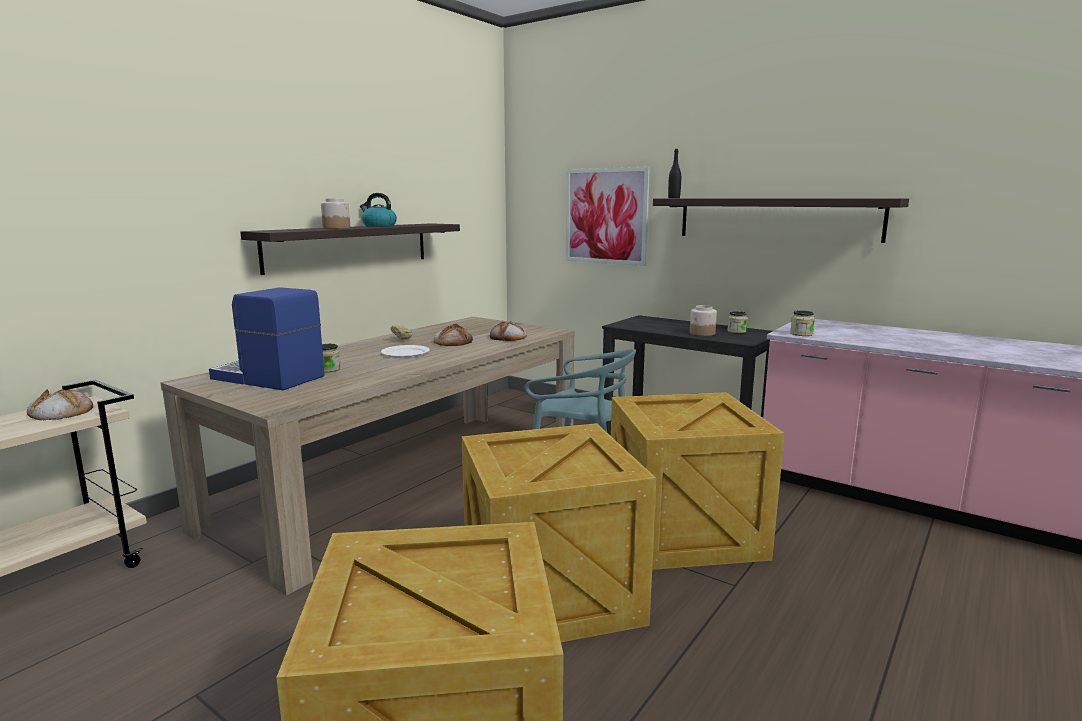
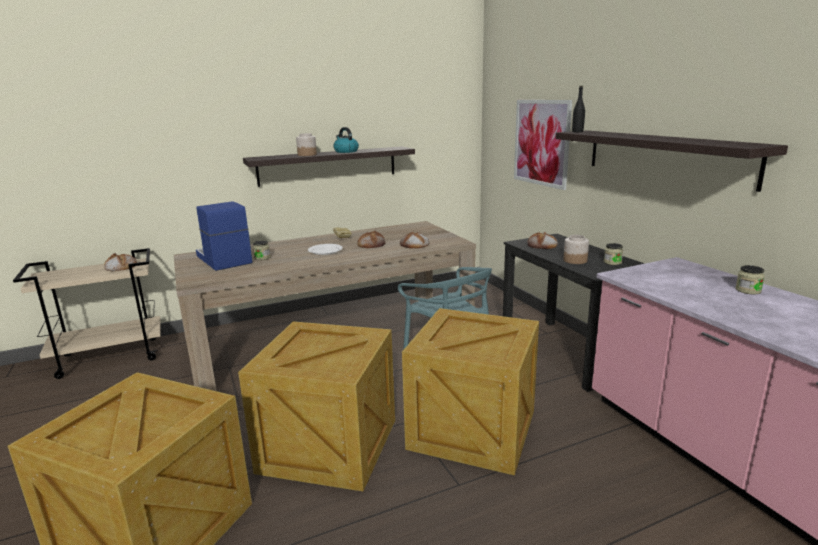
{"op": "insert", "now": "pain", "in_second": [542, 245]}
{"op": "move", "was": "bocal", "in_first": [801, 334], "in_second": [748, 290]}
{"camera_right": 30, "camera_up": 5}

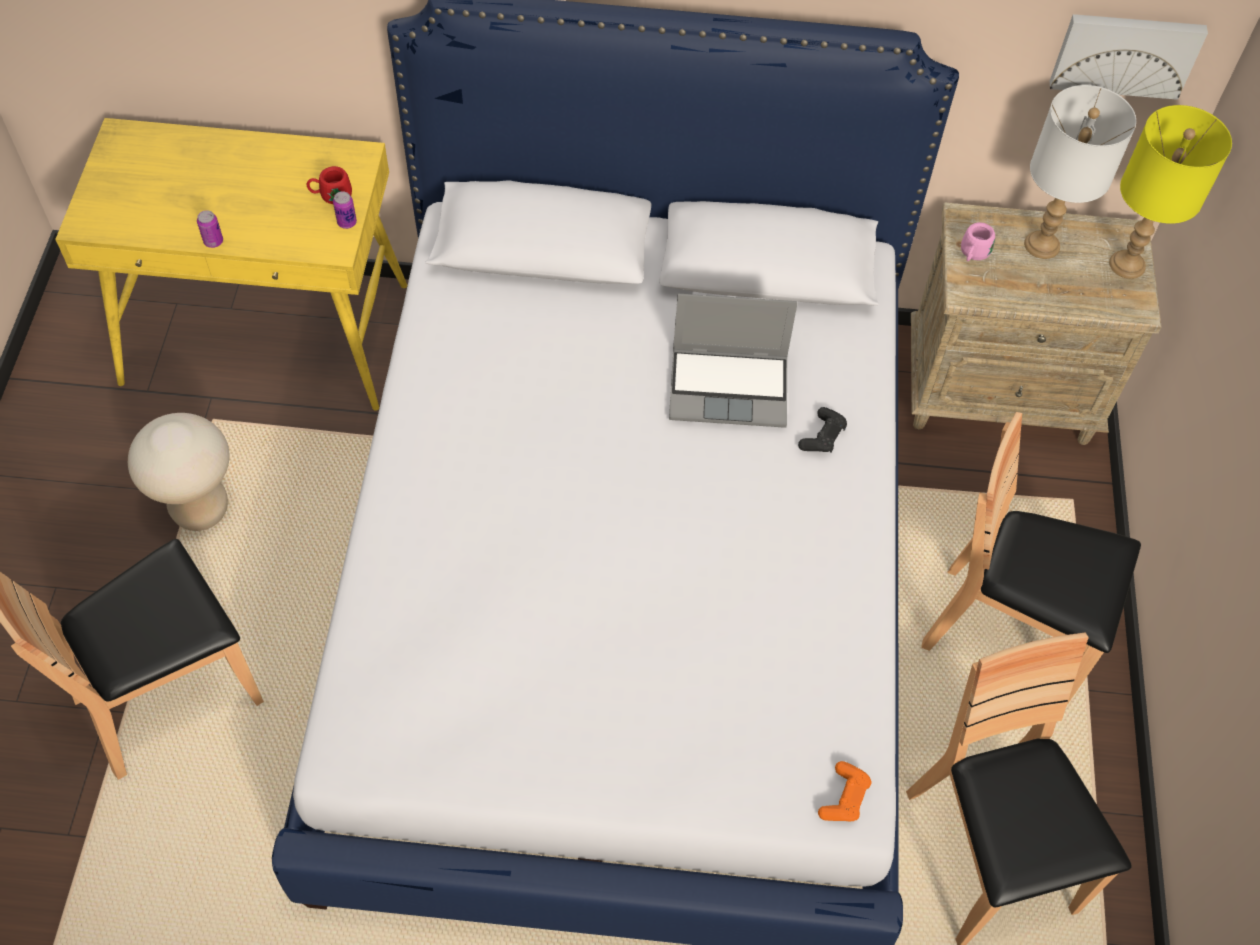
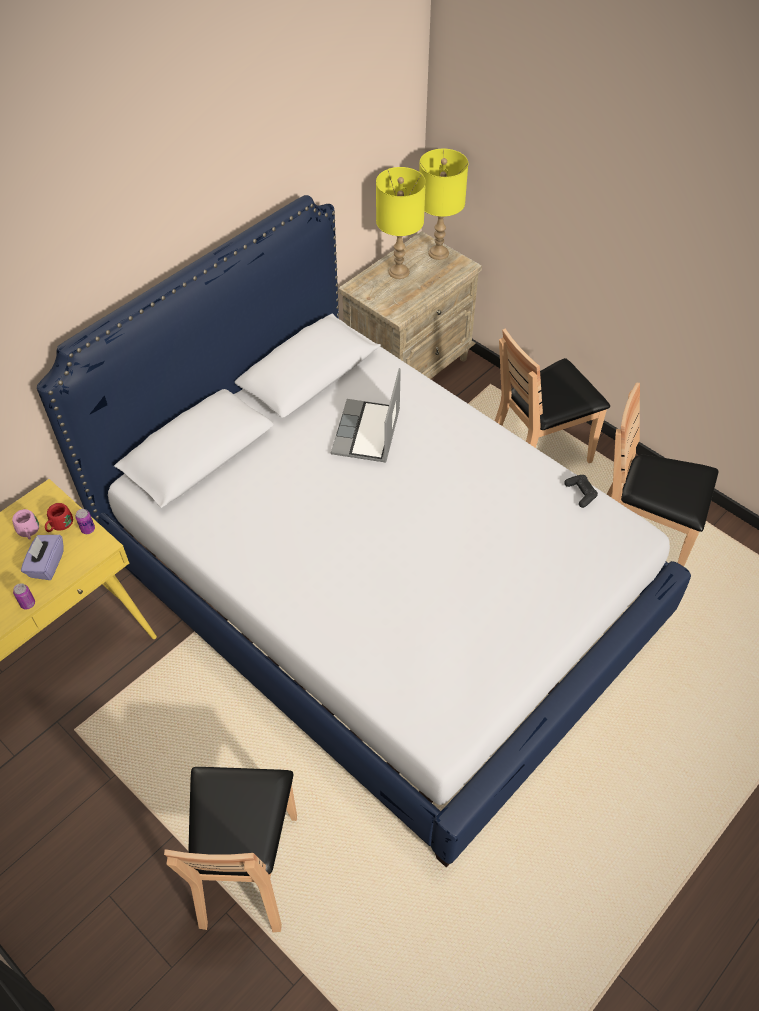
{"op": "move", "was": "mug [rose]", "in_first": [972, 254], "in_second": [29, 532]}
{"op": "insert", "now": "boîte à mouchoirs [violet]", "in_second": [46, 564]}
{"op": "rotate", "was": "ordinateur portable", "in_first": [730, 387], "in_second": [367, 433], "clockwise": 150}
{"op": "recolor", "was": "lampe de table [blanc]", "now": "lampe de table [jaune]", "in_first": [1041, 245], "in_second": [398, 272]}
{"op": "move", "was": "manette [noir]", "in_first": [822, 436], "in_second": [581, 493]}
{"op": "delete", "was": "tabouret [beige]", "in_first": [200, 510]}
{"op": "delete", "was": "manette [orange]", "in_first": [844, 797]}
{"op": "delete", "was": "tableau", "in_first": [1125, 53]}
{"camera_right": -50, "camera_up": -5}

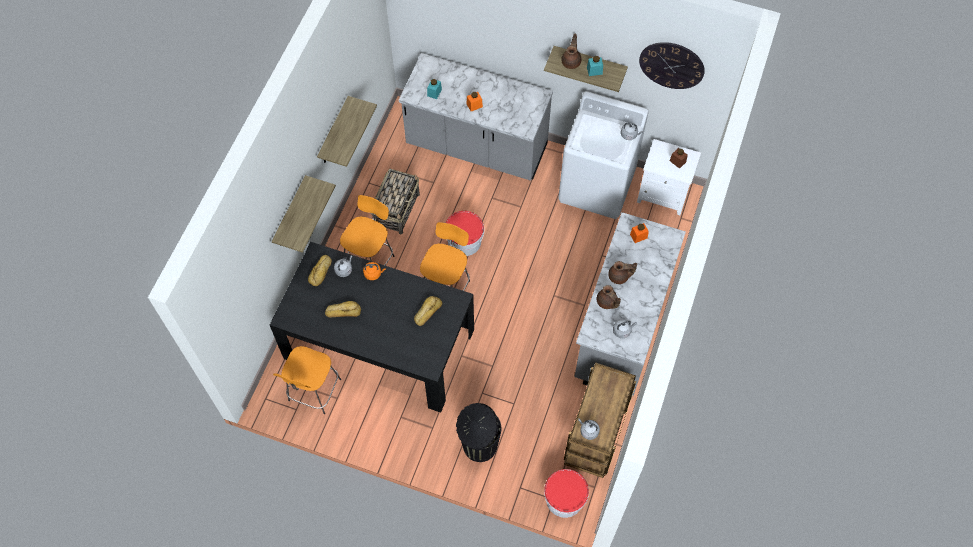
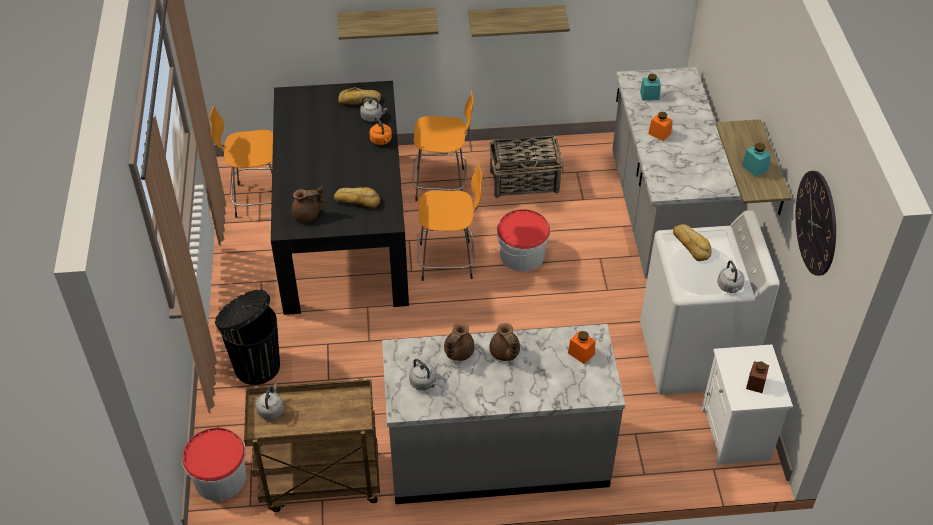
{"op": "move", "was": "théière [marron]", "in_first": [571, 61], "in_second": [307, 215]}
{"op": "move", "was": "pain", "in_first": [343, 311], "in_second": [691, 245]}
{"camera_right": 65, "camera_up": -15}

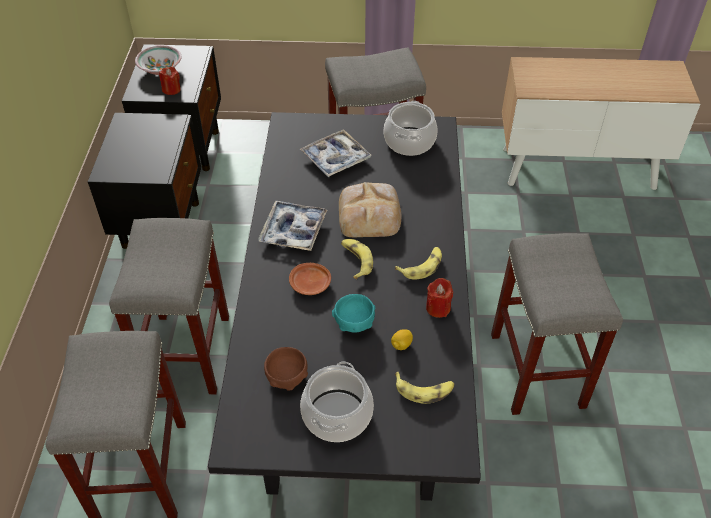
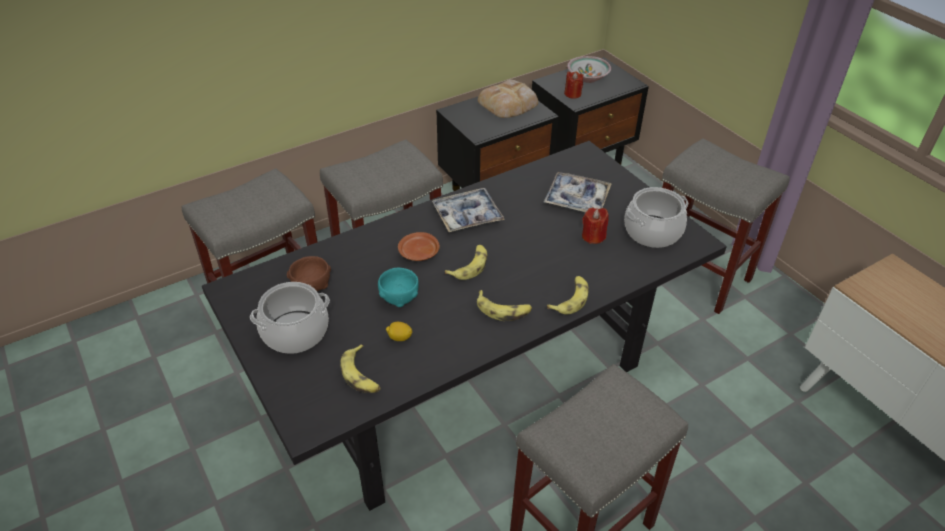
{"op": "move", "was": "pain", "in_first": [370, 214], "in_second": [509, 103]}
{"op": "insert", "now": "banane", "in_second": [570, 299]}
{"op": "move", "was": "bougie [rouge]", "in_first": [438, 308], "in_second": [593, 236]}
{"camera_right": 55, "camera_up": -5}

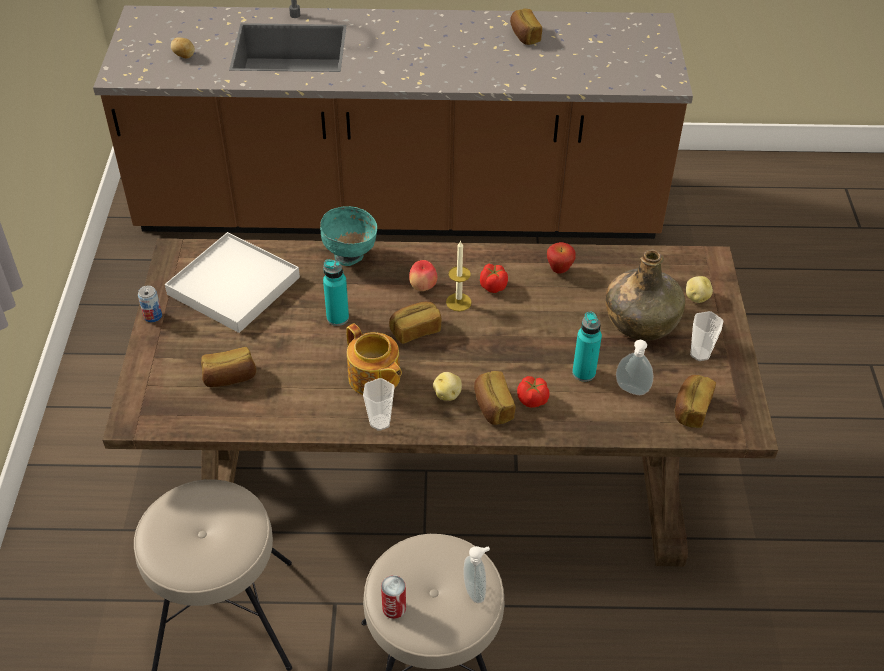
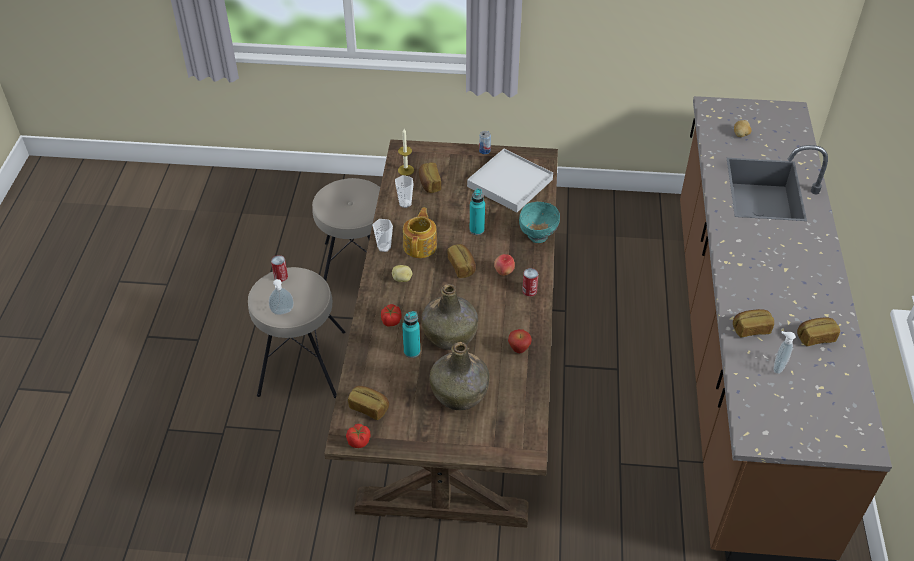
{"op": "move", "was": "tomate", "in_first": [493, 286], "in_second": [359, 441]}
{"op": "move", "was": "tasse", "in_first": [700, 354], "in_second": [405, 203]}
{"op": "move", "was": "bougie", "in_first": [458, 302], "in_second": [406, 170]}
{"op": "rotate", "was": "théière", "in_first": [374, 378], "in_second": [420, 246], "clockwise": 135}
{"op": "insert", "now": "bouteille [vert]", "in_second": [450, 334]}
{"op": "insert", "now": "boîte métallique", "in_second": [529, 291]}
{"op": "move", "was": "pain", "in_first": [492, 407], "in_second": [751, 328]}
{"op": "move", "was": "distributeur de savon", "in_first": [631, 391], "in_second": [777, 366]}
{"op": "delete", "was": "pomme de terre", "in_first": [696, 297]}
{"camera_right": 95, "camera_up": 0}

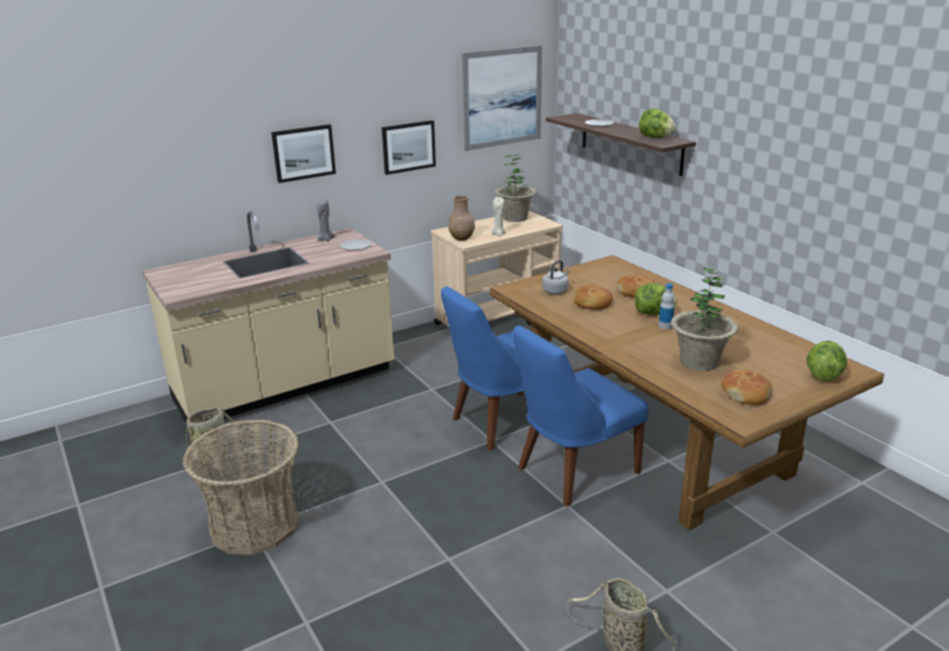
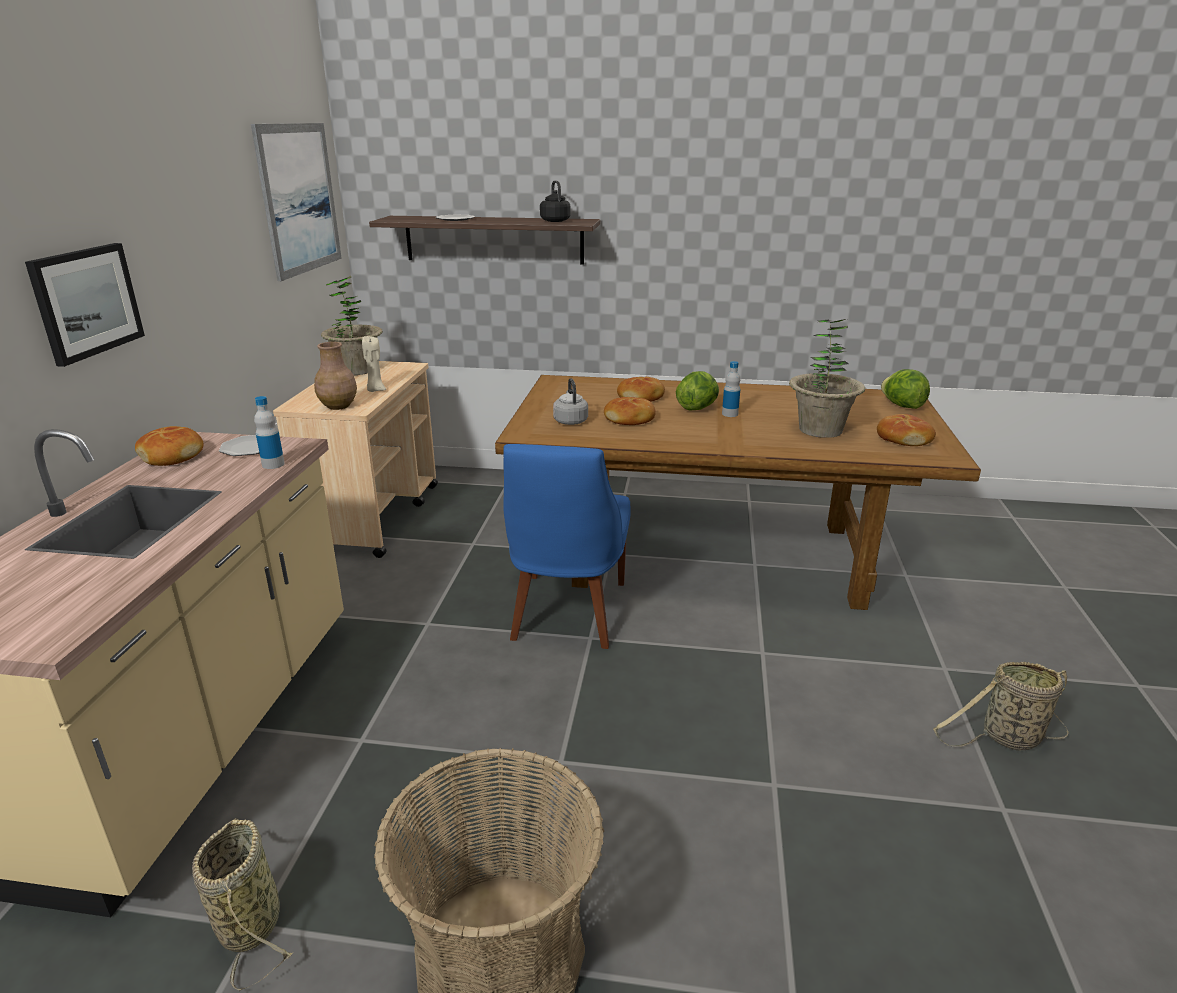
{"op": "replace", "was": "bougie [gris]", "now": "pain", "in_first": [325, 239], "in_second": [172, 456]}
{"op": "insert", "now": "bouteille", "in_second": [273, 464]}
{"op": "replace", "was": "laitue", "now": "bouilloire [noir]", "in_first": [655, 138], "in_second": [554, 220]}
{"op": "delete", "was": "tableau", "in_first": [408, 147]}
{"op": "delete", "was": "chaise [bleu]", "in_first": [573, 471]}
{"camera_right": -50, "camera_up": 0}

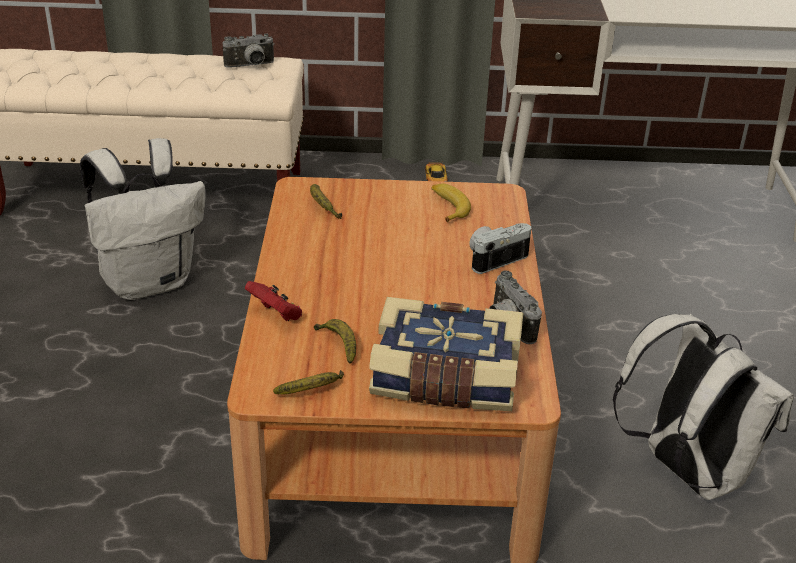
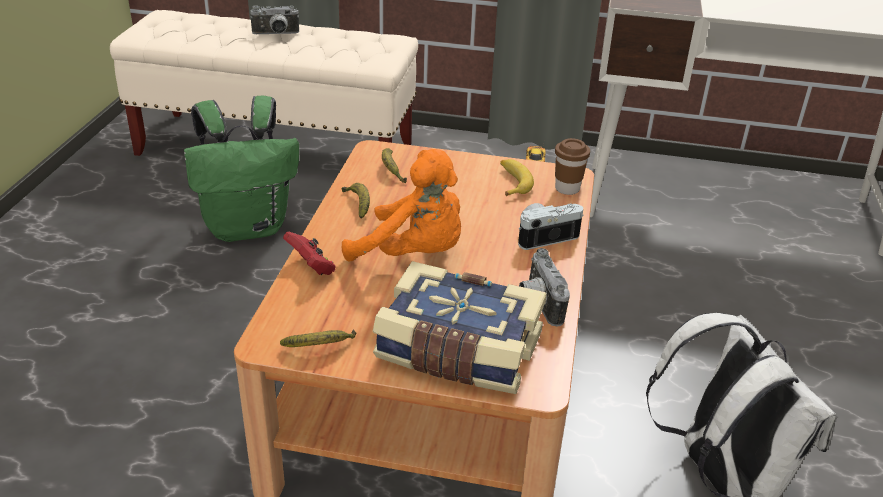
{"op": "recolor", "was": "sac à dos [blanc]", "now": "sac à dos [vert]", "in_first": [150, 281], "in_second": [248, 227]}
{"op": "move", "was": "appareil photo", "in_first": [250, 66], "in_second": [276, 34]}
{"op": "insert", "now": "peluche [orange]", "in_second": [413, 254]}
{"op": "move", "was": "banane", "in_first": [339, 345], "in_second": [358, 205]}
{"op": "insert", "now": "tasse [marron]", "in_second": [567, 189]}
{"camera_right": 10, "camera_up": 0}

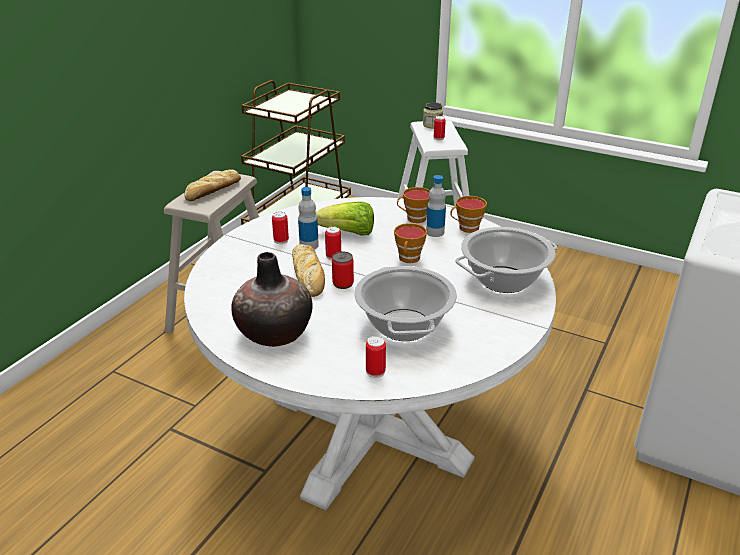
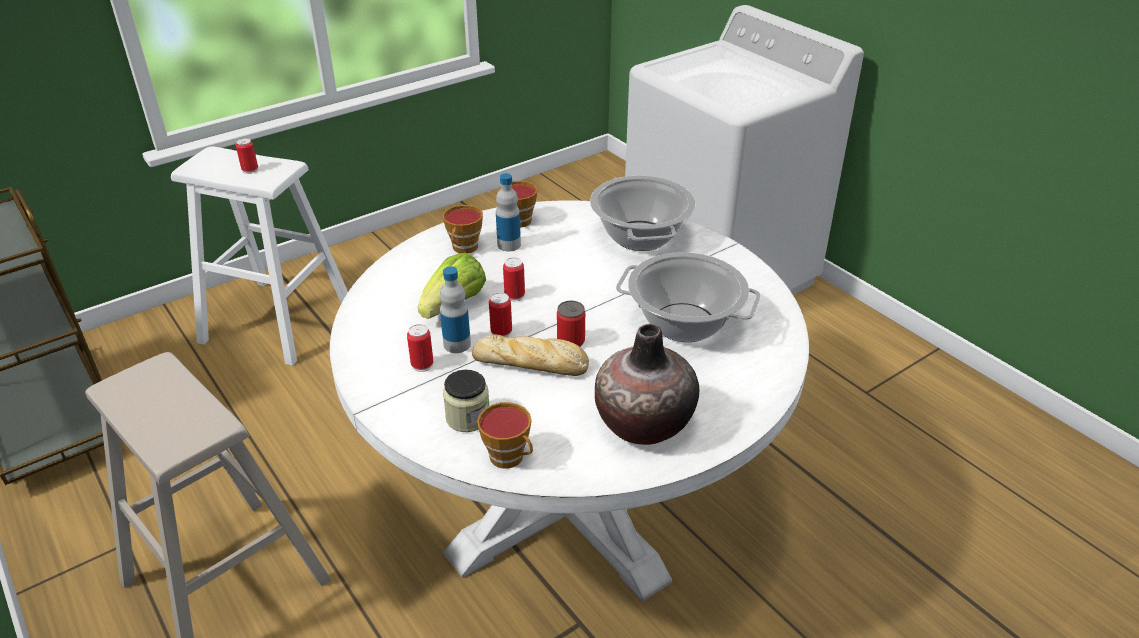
{"op": "move", "was": "bocal", "in_first": [432, 125], "in_second": [468, 417]}
{"op": "move", "was": "tasse", "in_first": [409, 259], "in_second": [510, 458]}
{"op": "move", "was": "boîte métallique", "in_first": [375, 371], "in_second": [514, 295]}
{"op": "delete", "was": "pain", "in_first": [212, 191]}
{"camera_right": -65, "camera_up": 5}

